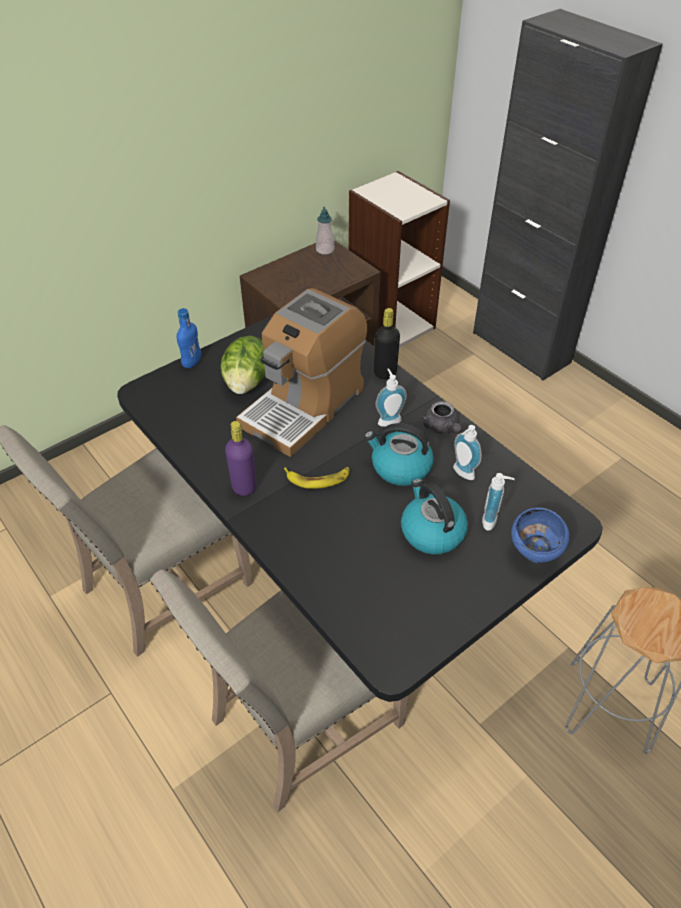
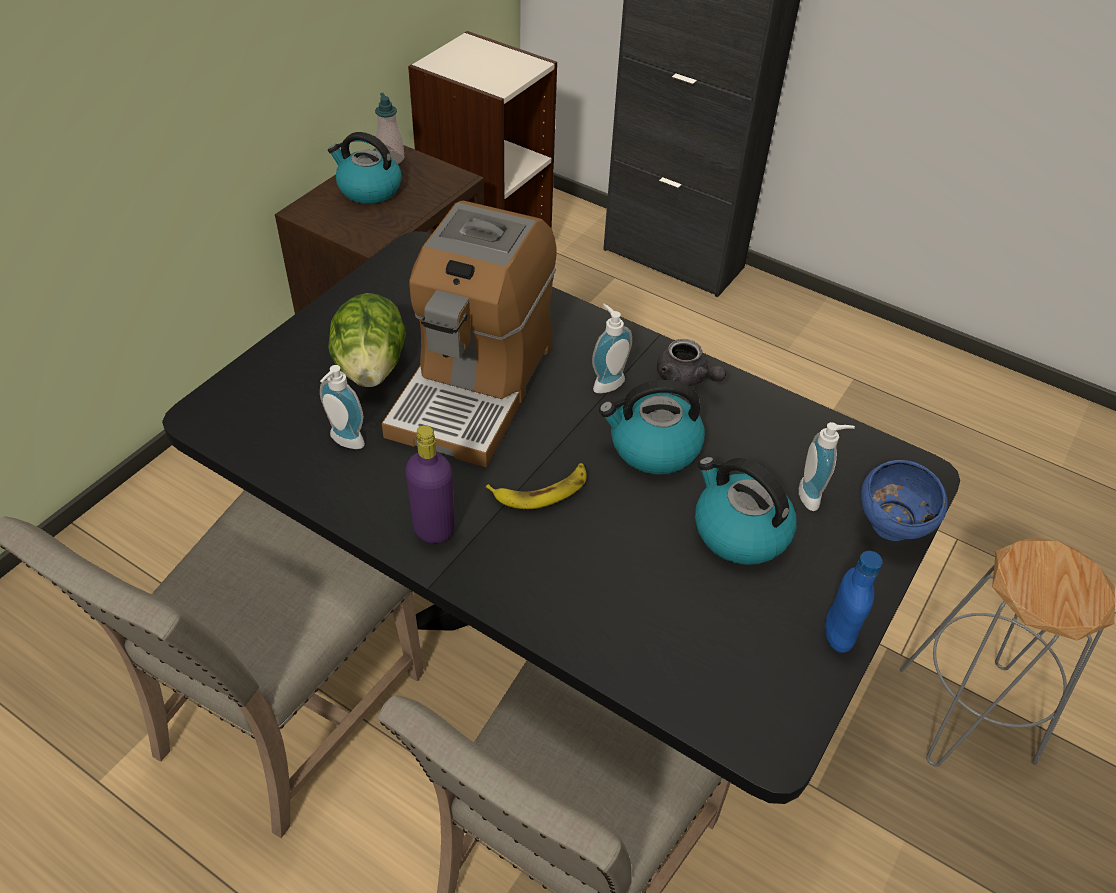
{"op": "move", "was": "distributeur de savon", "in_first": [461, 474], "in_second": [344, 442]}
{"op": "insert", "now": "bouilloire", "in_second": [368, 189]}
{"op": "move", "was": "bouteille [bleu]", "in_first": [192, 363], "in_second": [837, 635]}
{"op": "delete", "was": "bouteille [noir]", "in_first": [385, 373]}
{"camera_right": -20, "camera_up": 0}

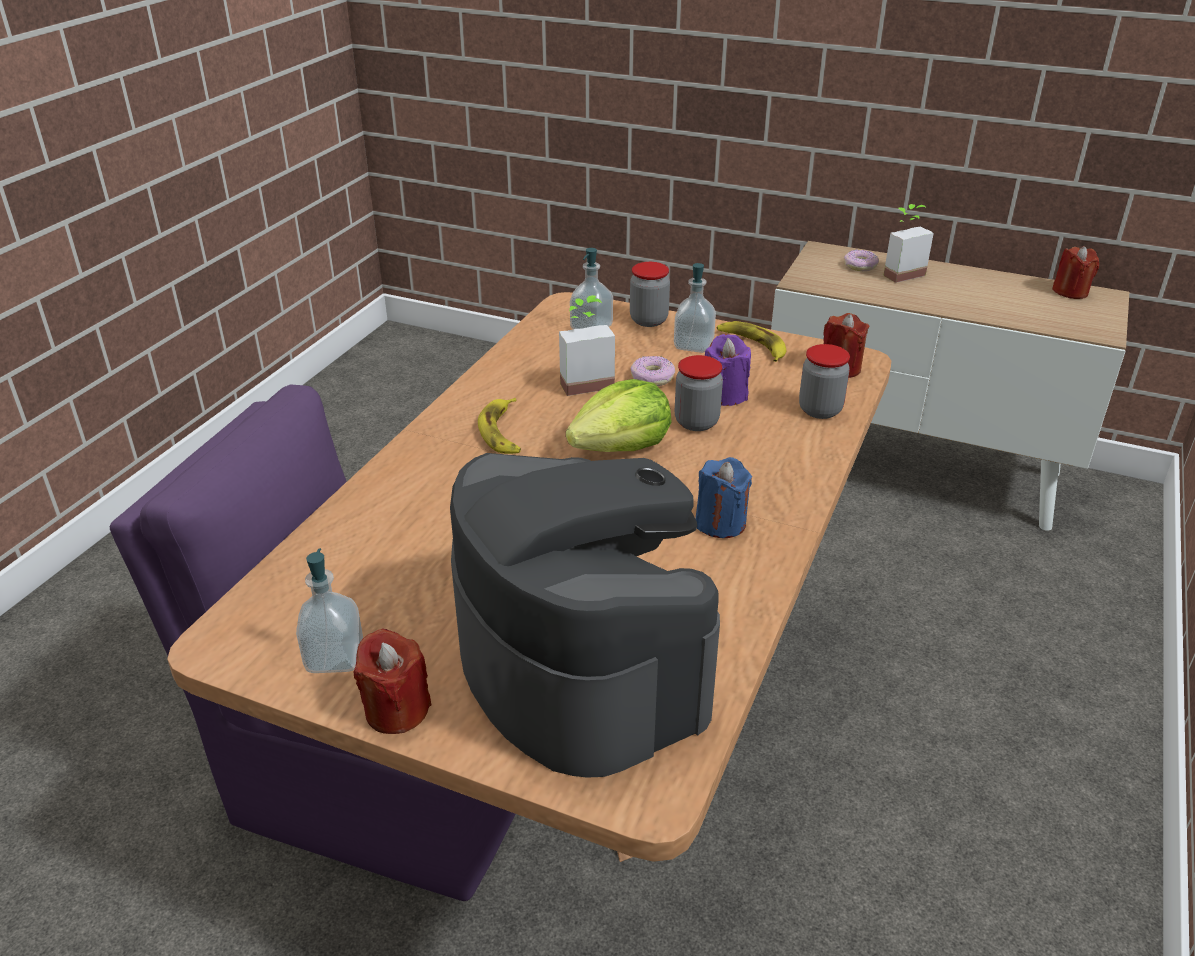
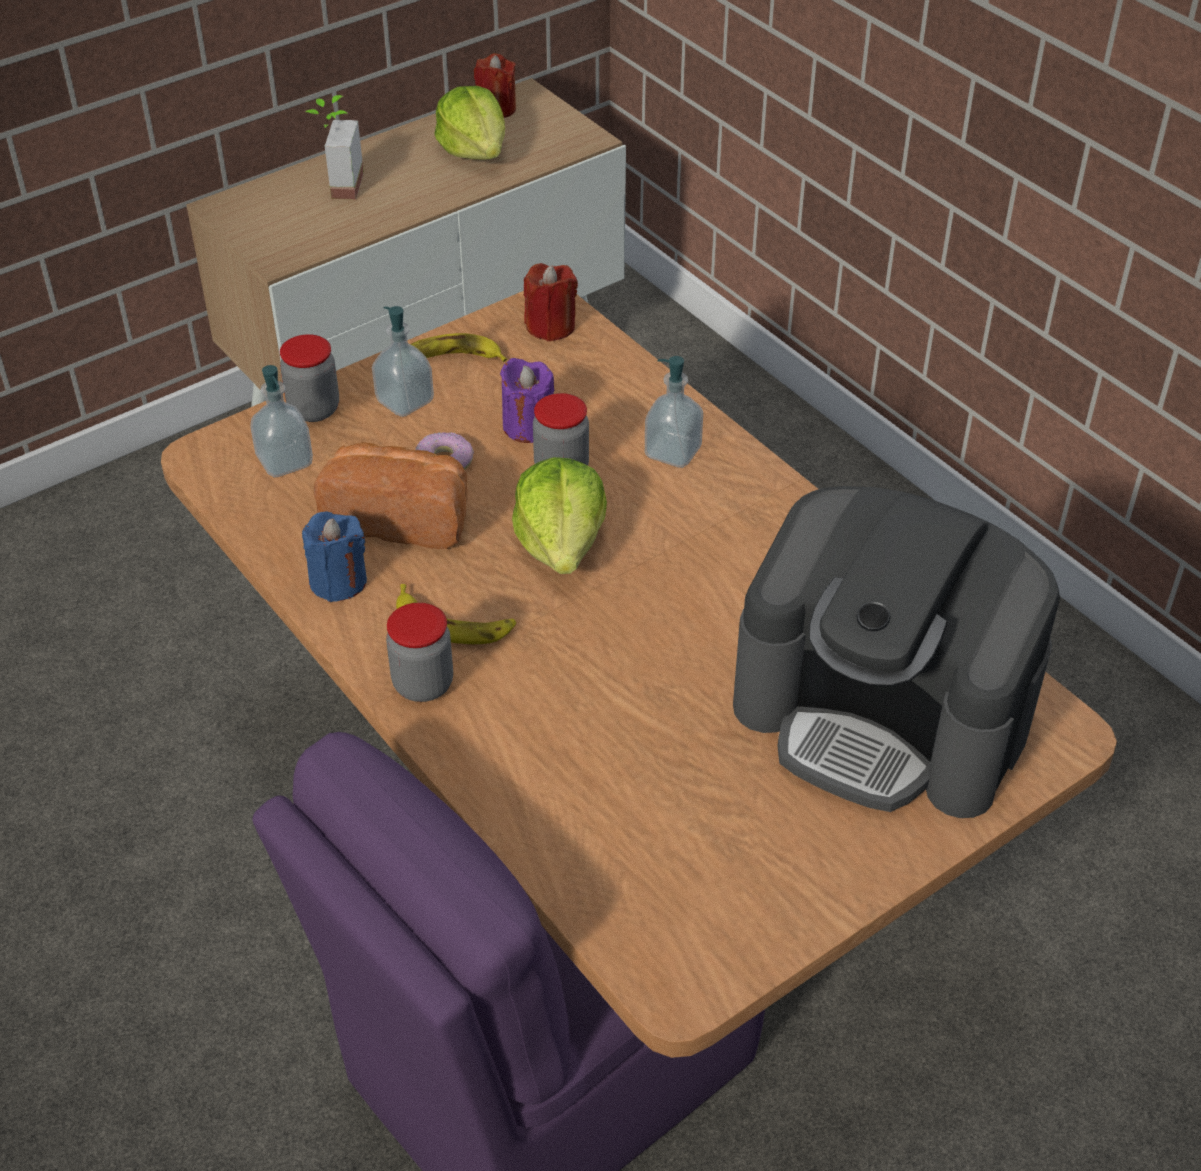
{"op": "move", "was": "bougie [bleu]", "in_first": [720, 523], "in_second": [338, 581]}
{"op": "replace", "was": "plante en pot", "now": "pain", "in_first": [584, 381], "in_second": [401, 516]}
{"op": "move", "was": "bocal", "in_first": [820, 410], "in_second": [423, 684]}
{"op": "insert", "now": "laitue", "in_second": [475, 150]}
{"op": "move", "was": "distributeur de savon", "in_first": [334, 657], "in_second": [672, 452]}
{"op": "rotate", "was": "machine à café", "in_first": [579, 664], "in_second": [884, 714], "clockwise": -150}
{"op": "delete", "was": "bougie [rouge]", "in_first": [396, 710]}
{"op": "delete", "was": "beignet", "in_first": [860, 266]}
{"camera_right": -60, "camera_up": 10}

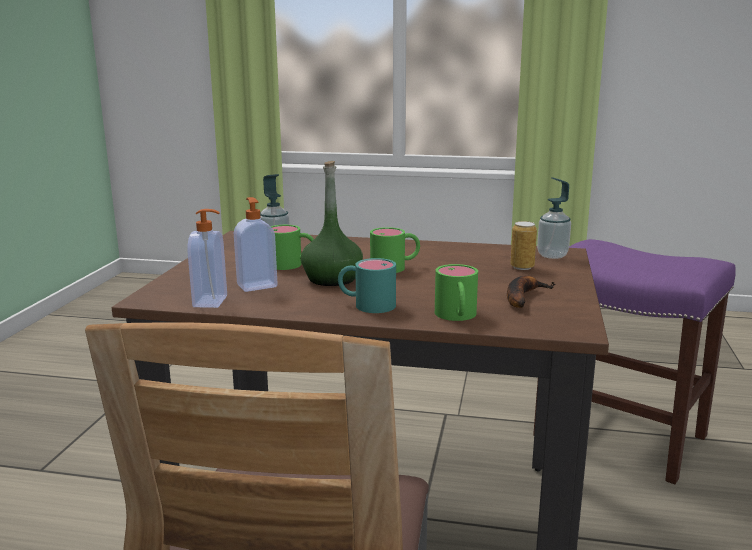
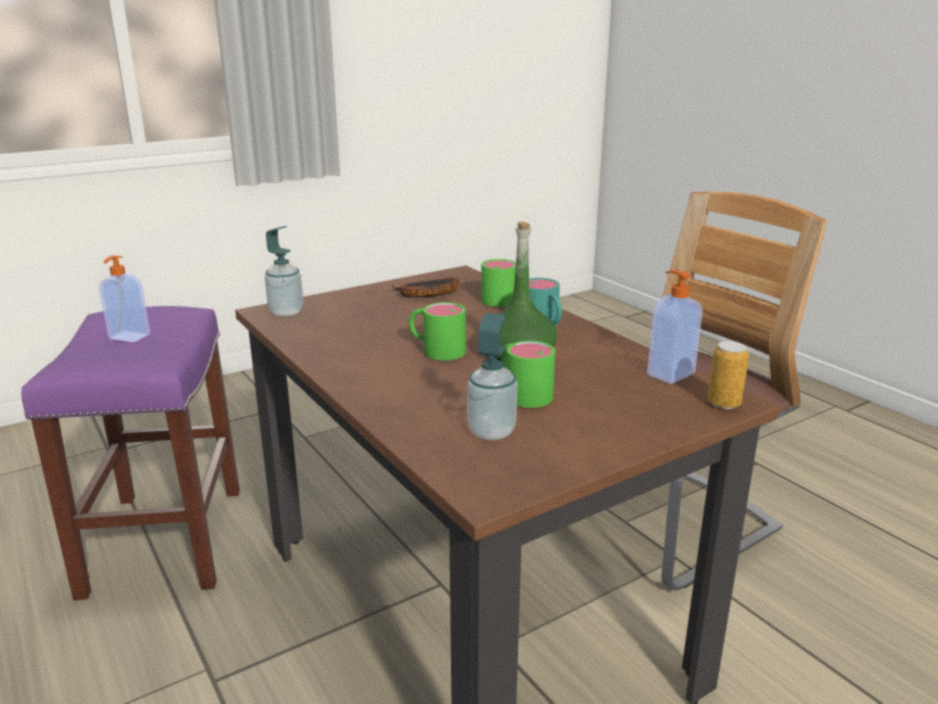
{"op": "move", "was": "distributeur de savon", "in_first": [256, 285], "in_second": [128, 337]}
{"op": "move", "was": "boîte métallique", "in_first": [522, 267], "in_second": [724, 403]}
{"camera_right": -135, "camera_up": 5}

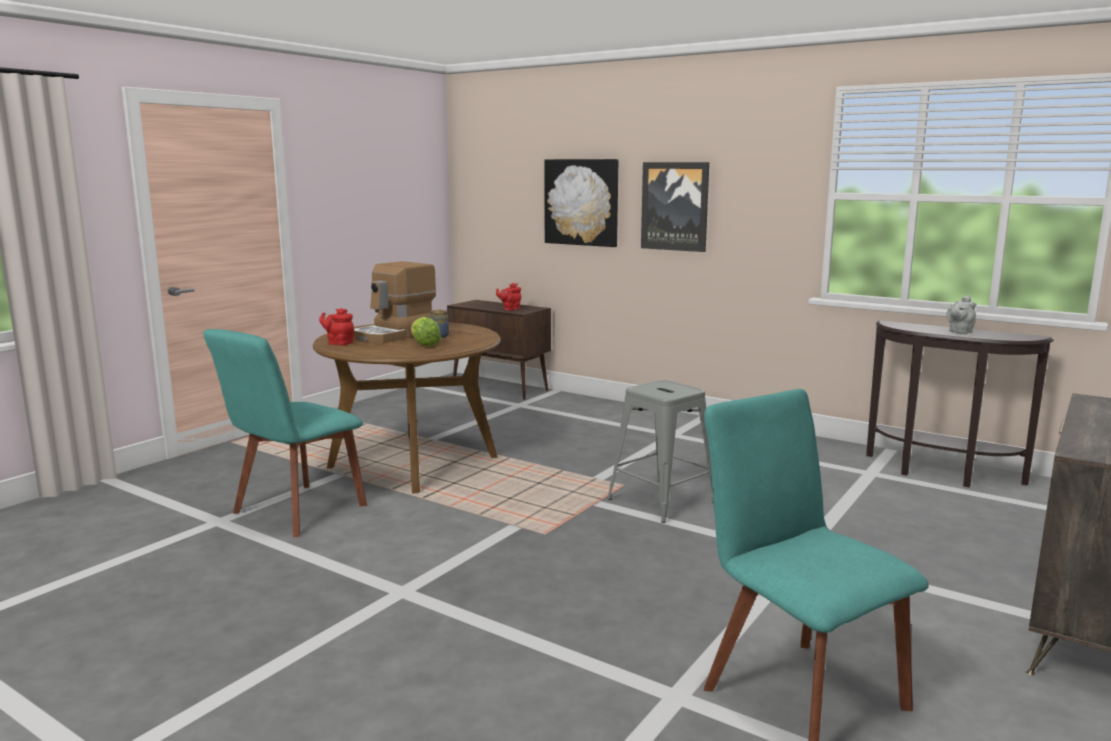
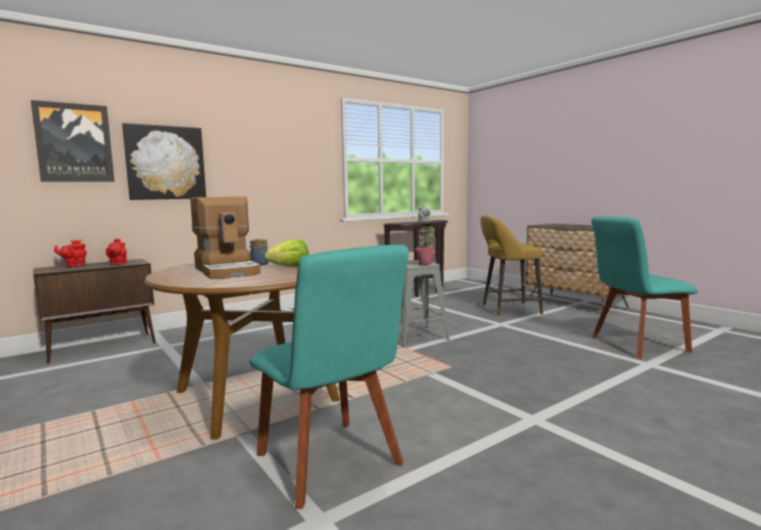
{"op": "move", "was": "tableau", "in_first": [675, 206], "in_second": [74, 143]}
{"op": "move", "was": "théière [rouge]", "in_first": [339, 343], "in_second": [74, 265]}
{"op": "insert", "now": "plante en pot", "in_second": [425, 264]}
{"op": "insert", "now": "tabouret [jaune]", "in_second": [507, 309]}
{"camera_right": -70, "camera_up": -5}

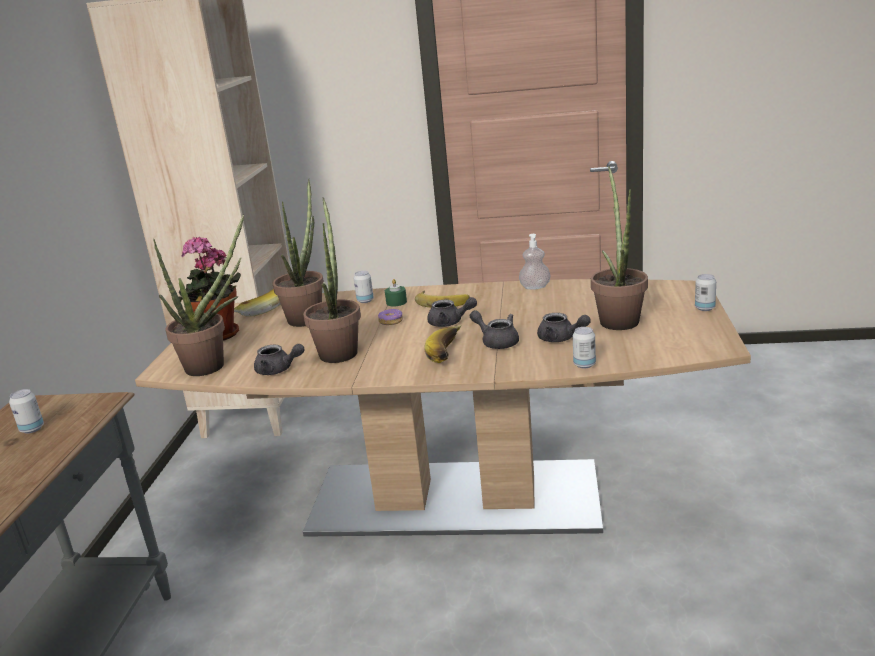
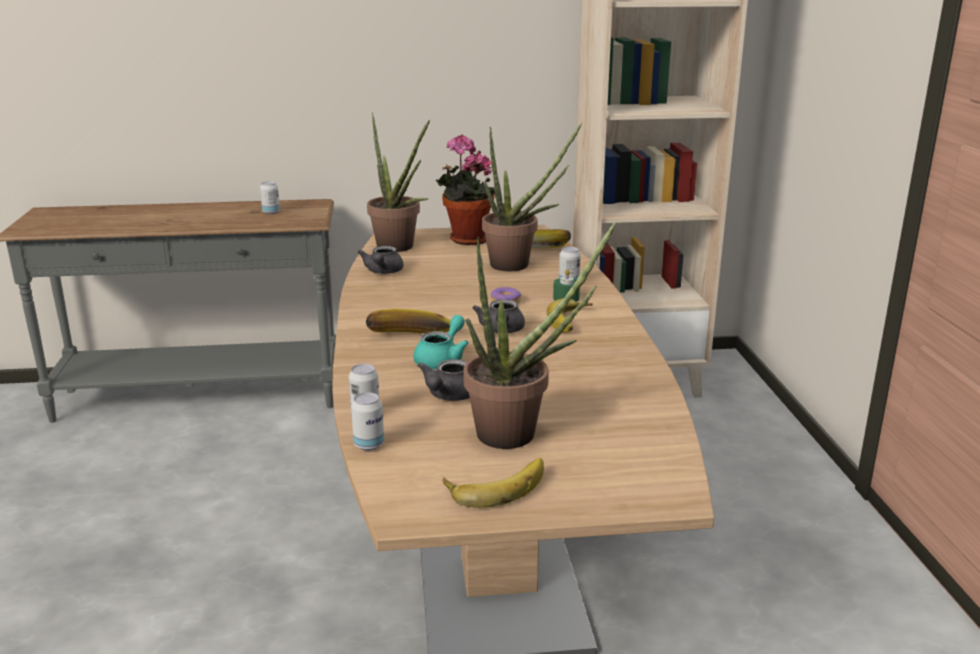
{"op": "move", "was": "boîte métallique", "in_first": [704, 308], "in_second": [369, 445]}
{"op": "recolor", "was": "théière [gris]", "now": "théière [turquoise]", "in_first": [497, 342], "in_second": [442, 360]}
{"op": "insert", "now": "banane", "in_second": [496, 485]}
{"op": "delete", "was": "plante en pot", "in_first": [339, 350]}
{"op": "delete", "was": "distributeur de savon", "in_first": [535, 287]}
{"camera_right": 75, "camera_up": 0}

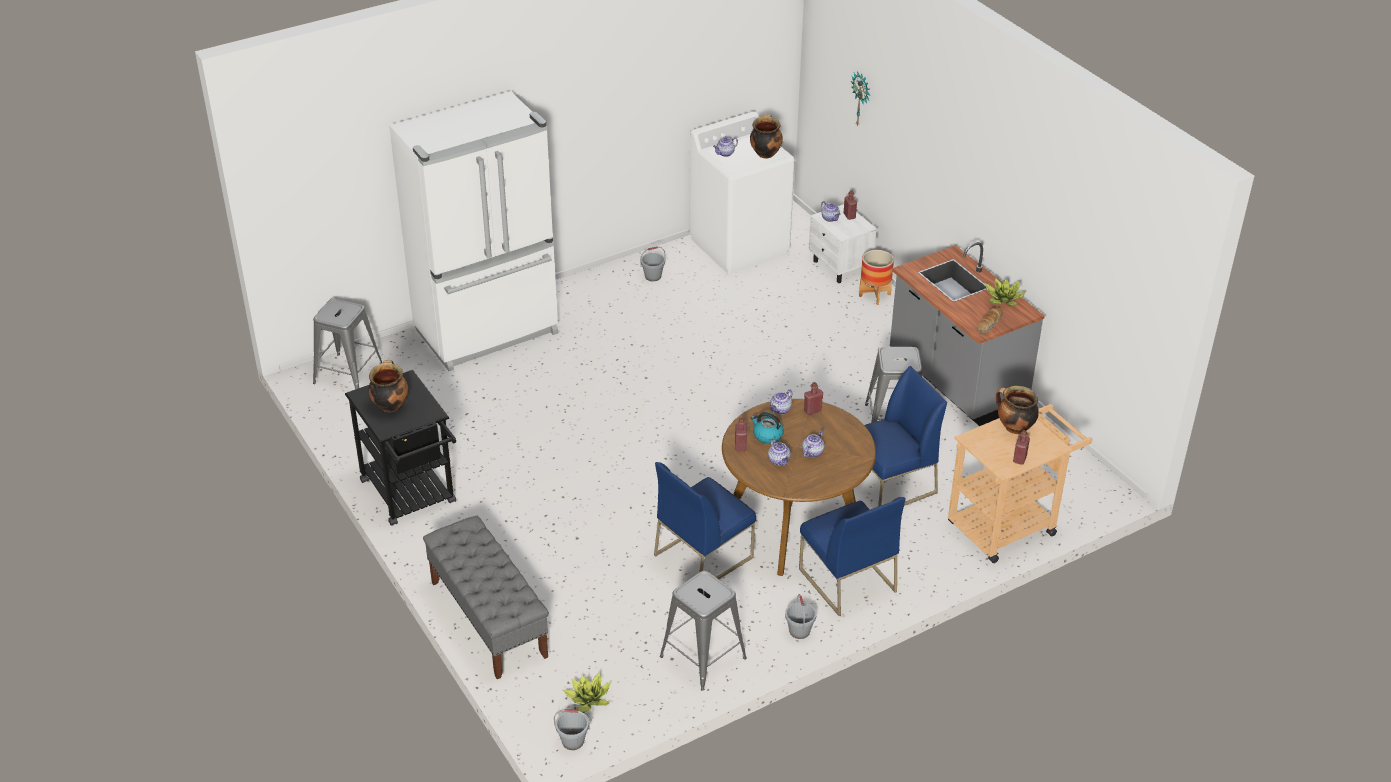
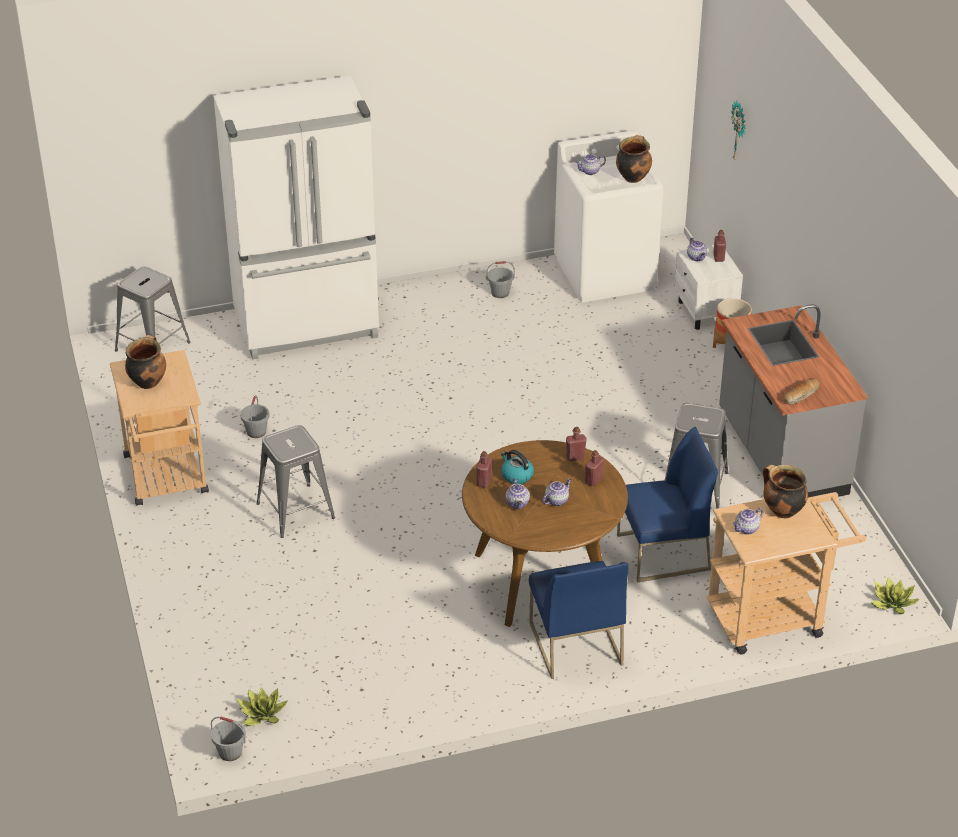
{"op": "recolor", "was": "chariot [noir]", "now": "chariot [beige]", "in_first": [412, 496], "in_second": [167, 480]}
{"op": "move", "was": "seau [gris]", "in_first": [799, 631], "in_second": [256, 432]}
{"op": "move", "was": "tabouret [gris]", "in_first": [702, 657], "in_second": [295, 511]}
{"op": "move", "was": "bouteille [rouge]", "in_first": [1019, 459], "in_second": [593, 481]}
{"op": "move", "was": "théière", "in_first": [780, 410], "in_second": [746, 529]}
{"op": "move", "was": "plante en pot", "in_first": [1002, 299], "in_second": [891, 603]}
{"op": "delete", "was": "banc [gris]", "in_first": [488, 619]}
{"op": "delete", "was": "chaise [bleu]", "in_first": [703, 555]}
{"camera_right": 15, "camera_up": 0}

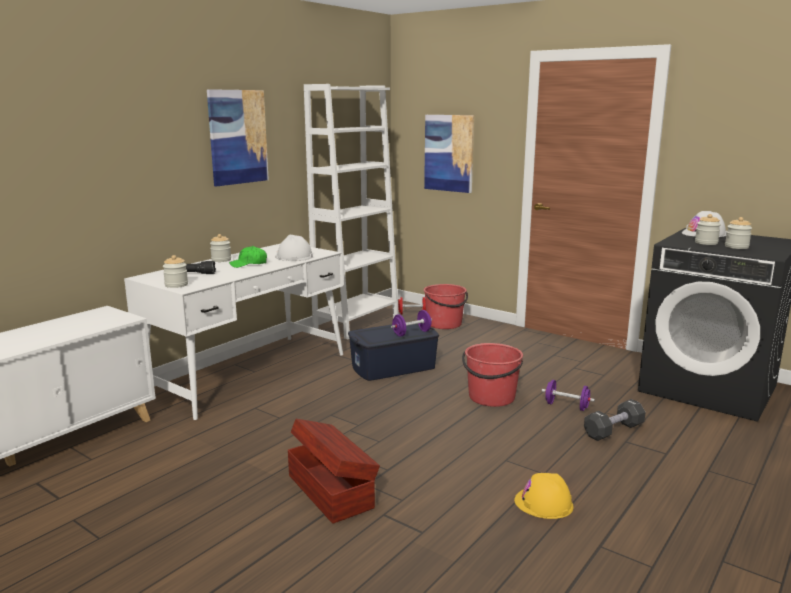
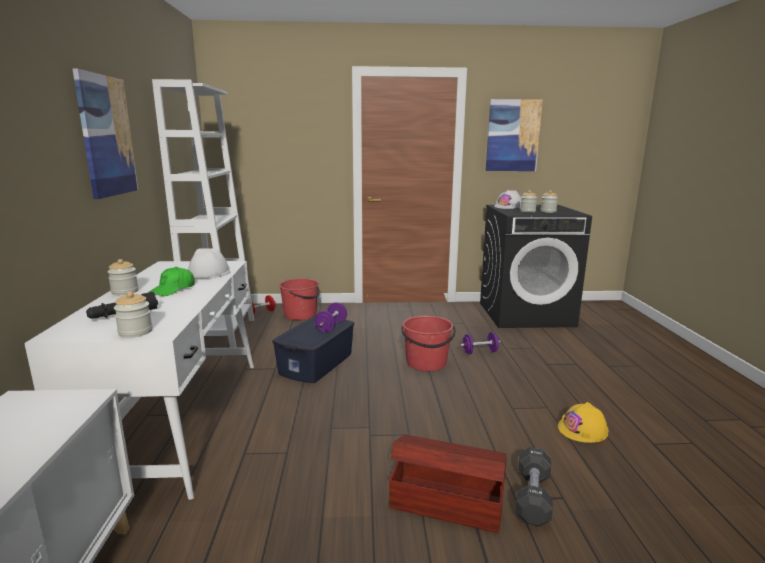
{"op": "move", "was": "tableau", "in_first": [449, 153], "in_second": [513, 135]}
{"op": "move", "was": "haltère [noir]", "in_first": [613, 430], "in_second": [532, 497]}
{"camera_right": -40, "camera_up": 0}

